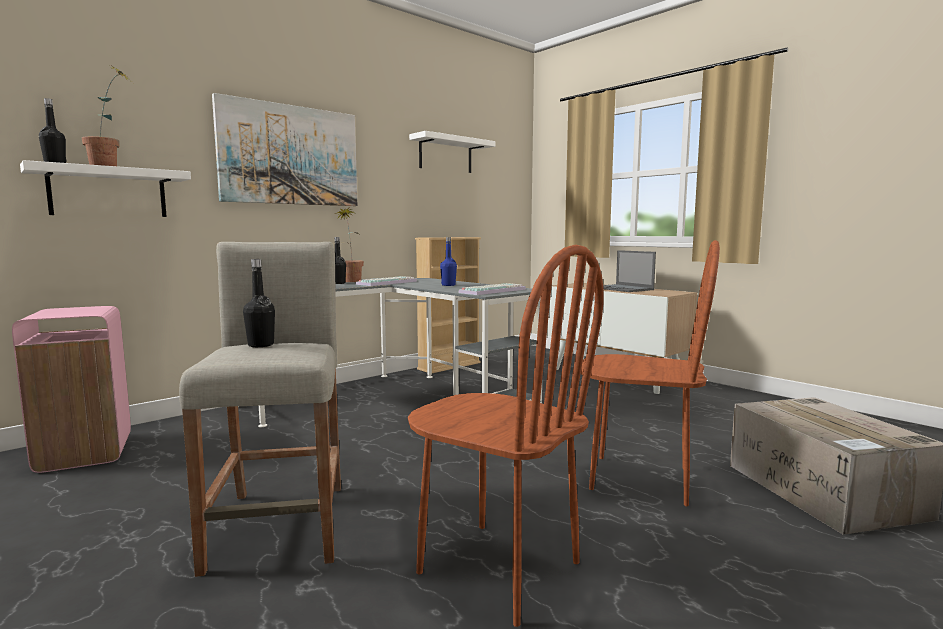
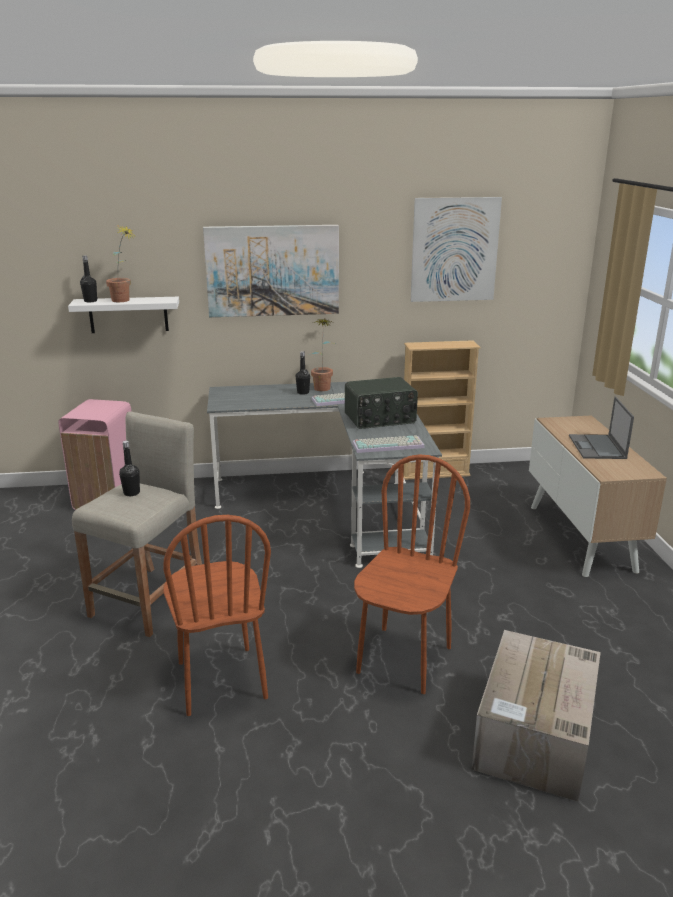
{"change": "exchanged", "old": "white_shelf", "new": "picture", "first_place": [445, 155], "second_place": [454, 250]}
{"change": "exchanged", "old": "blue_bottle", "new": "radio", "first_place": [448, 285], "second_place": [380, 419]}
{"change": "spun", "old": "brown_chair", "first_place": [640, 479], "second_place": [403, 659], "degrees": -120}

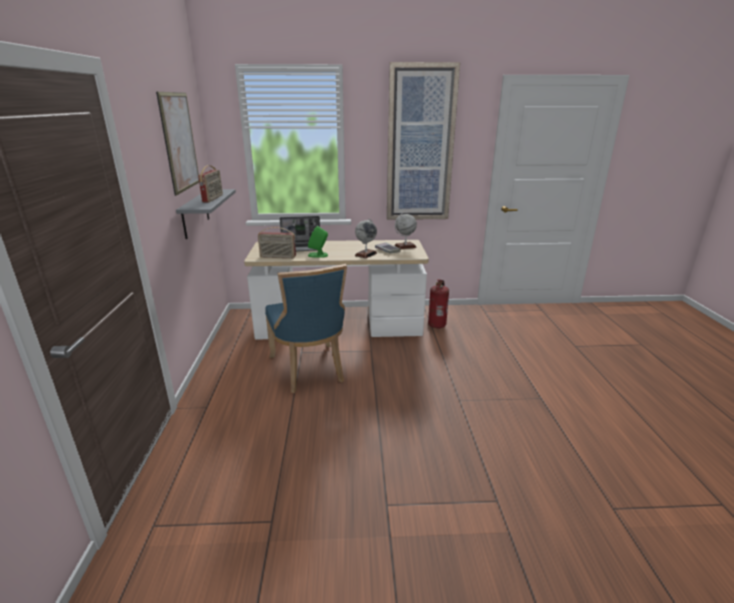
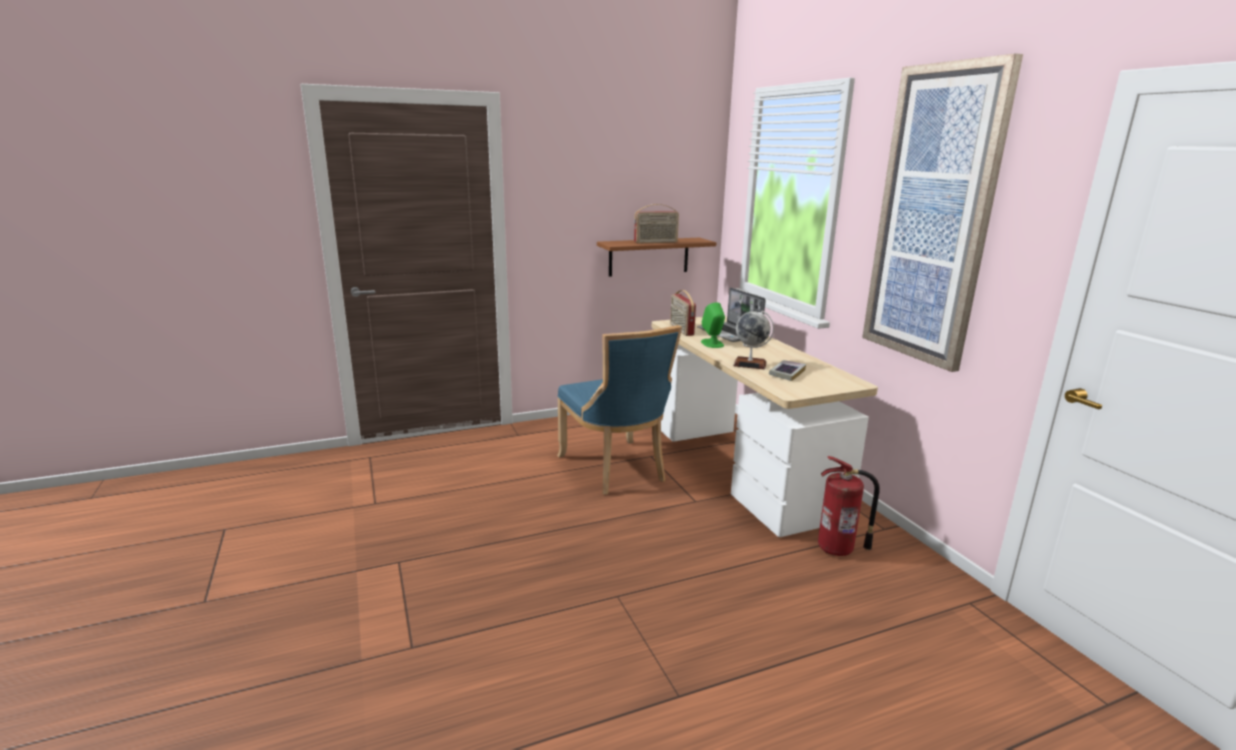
{"change": "missing", "old": "picture", "first_place": [179, 142]}
{"change": "colour", "old": "grey_shelf", "new": "brown_shelf", "first_place": [195, 213], "second_place": [649, 256]}
{"change": "spun", "old": "blue_chair", "first_place": [309, 370], "second_place": [616, 469], "degrees": -75}
{"change": "missing", "old": "globe", "first_place": [405, 246]}

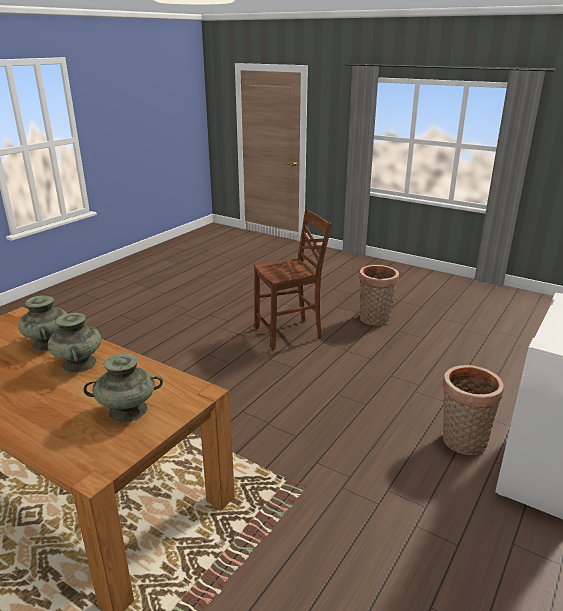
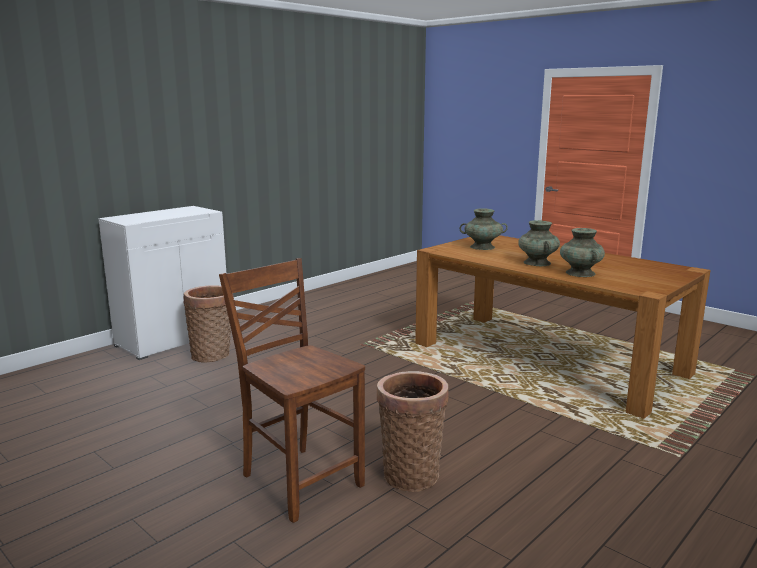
{"change": "spun", "old": "brown_chair", "first_place": [290, 334], "second_place": [300, 480], "degrees": 60}
{"change": "relocated", "old": "basket", "first_place": [375, 320], "second_place": [411, 473]}

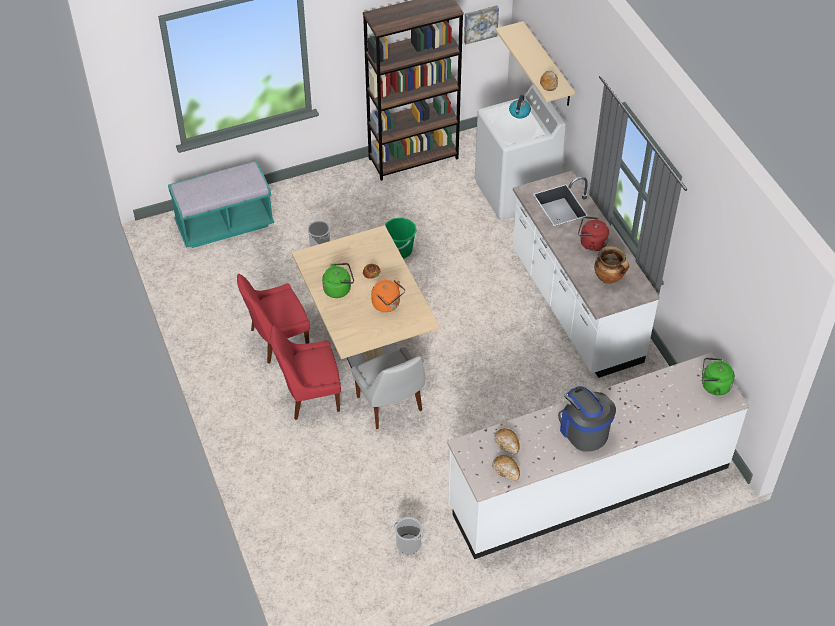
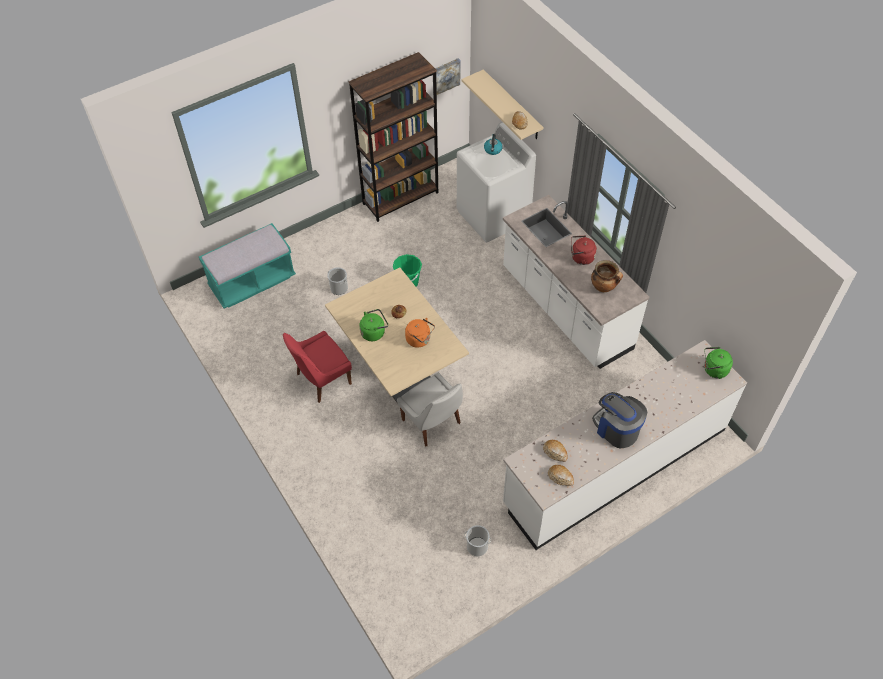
{"change": "missing", "old": "red_chair", "first_place": [309, 396]}

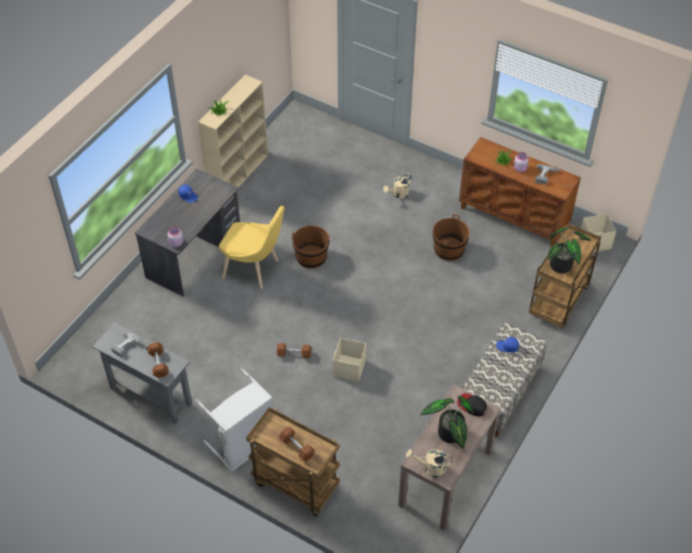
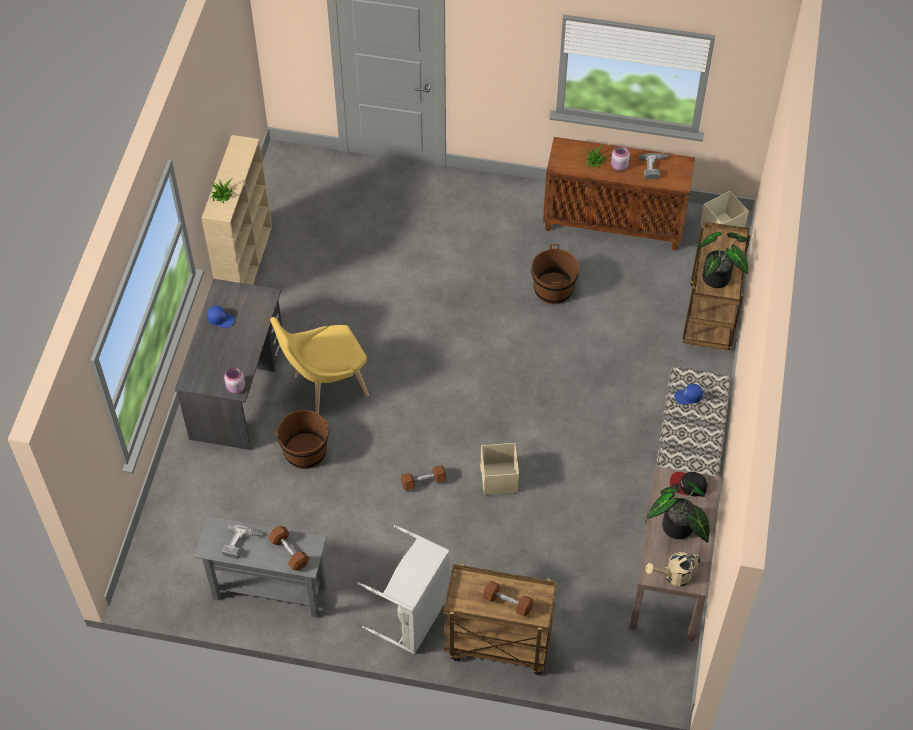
{"change": "spun", "old": "yellow_chair", "first_place": [254, 270], "second_place": [325, 387], "degrees": 150}
{"change": "relocated", "old": "brown_bucket", "first_place": [311, 257], "second_place": [305, 451]}
{"change": "missing", "old": "beige_watering_can", "first_place": [398, 194]}

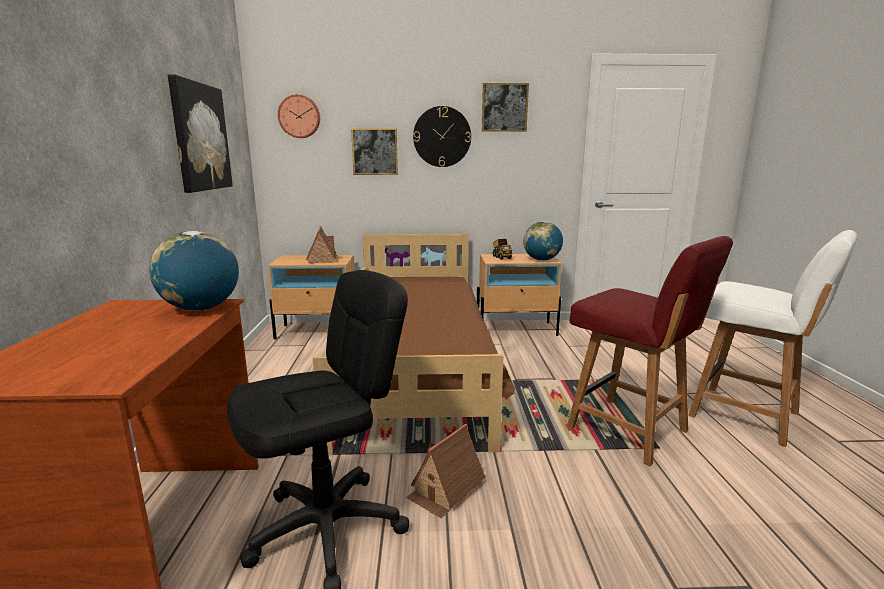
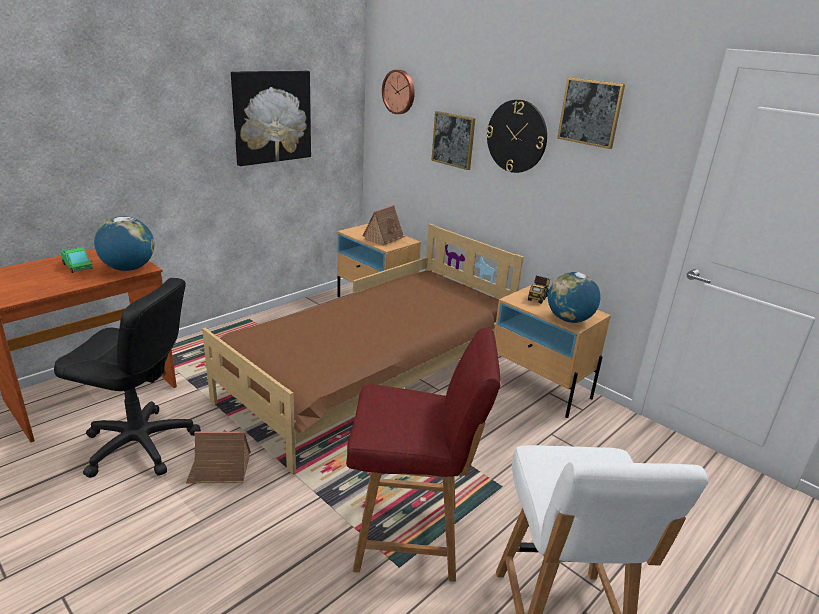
{"change": "spun", "old": "red_chair", "first_place": [630, 431], "second_place": [411, 537], "degrees": -90}
{"change": "appeared", "new": "toy_truck", "second_place": [77, 266]}

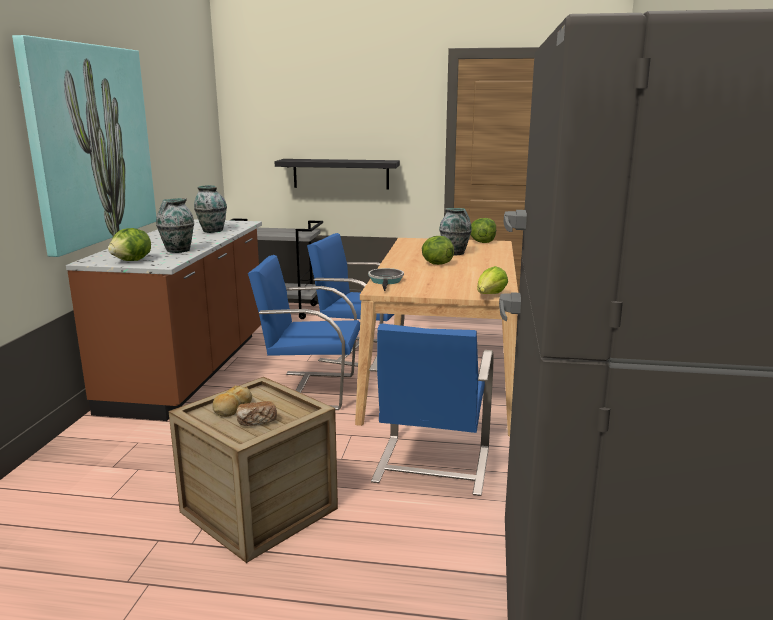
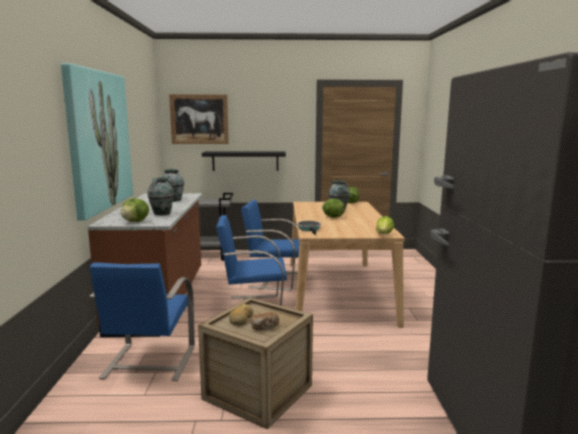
{"change": "relocated", "old": "blue_chair", "first_place": [431, 466], "second_place": [148, 363]}
{"change": "appeared", "new": "picture", "second_place": [199, 119]}

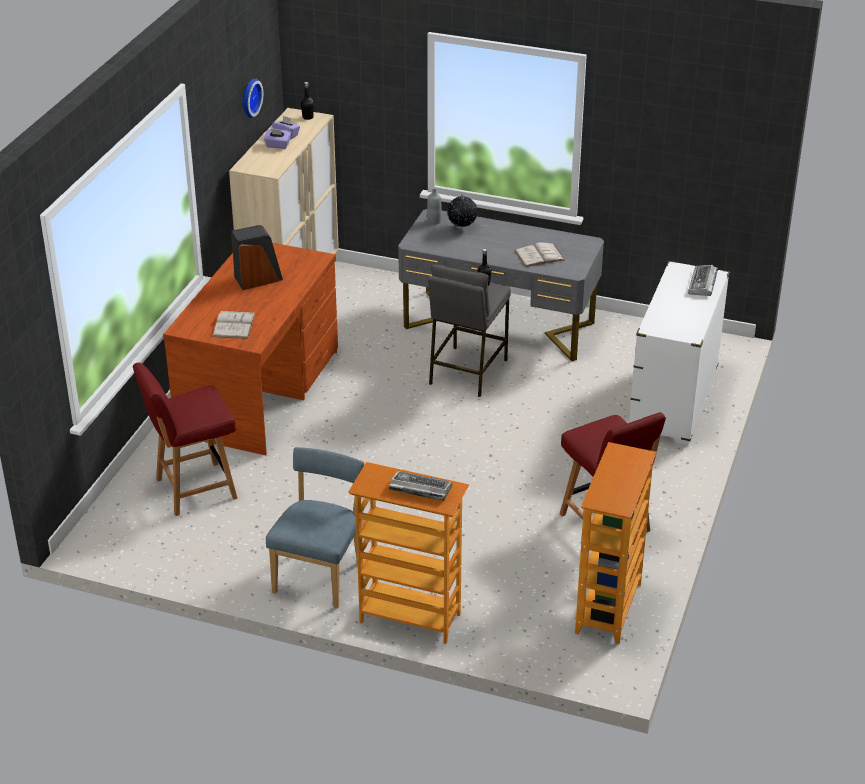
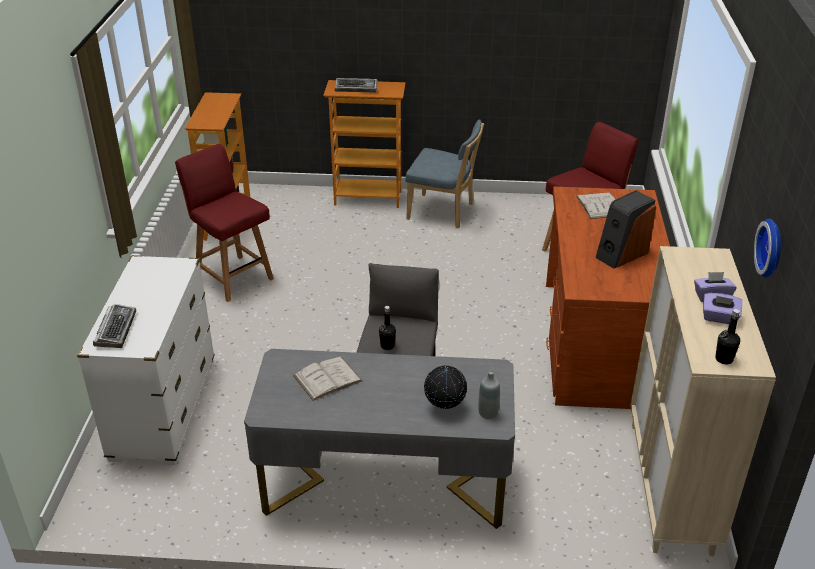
{"change": "spun", "old": "blue_chair", "first_place": [320, 574], "second_place": [443, 212], "degrees": -75}

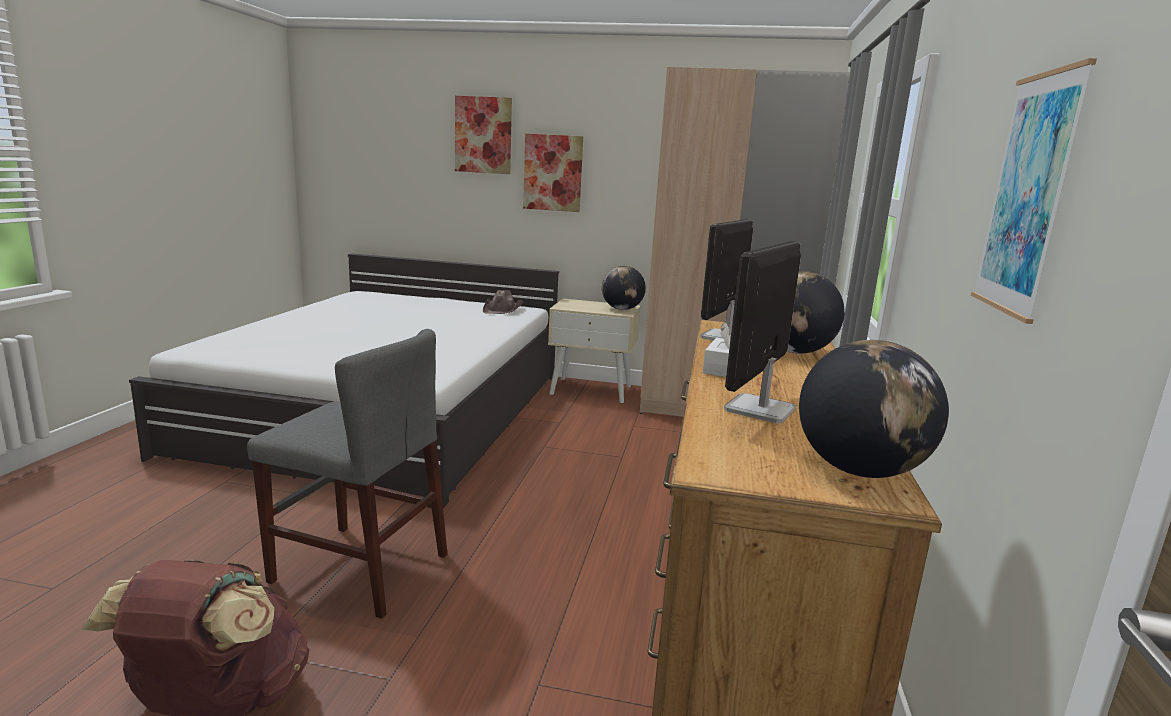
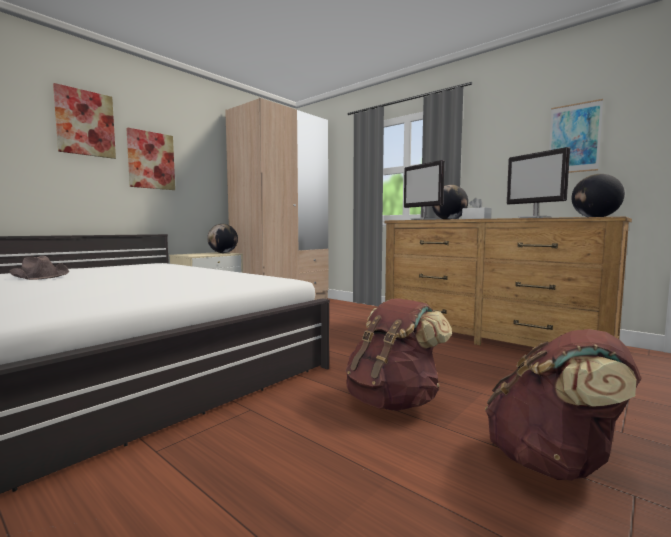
{"change": "exchanged", "old": "grey_chair", "new": "brown_backpack", "first_place": [359, 568], "second_place": [393, 401]}
{"change": "relocated", "old": "brown_hat", "first_place": [503, 309], "second_place": [40, 277]}

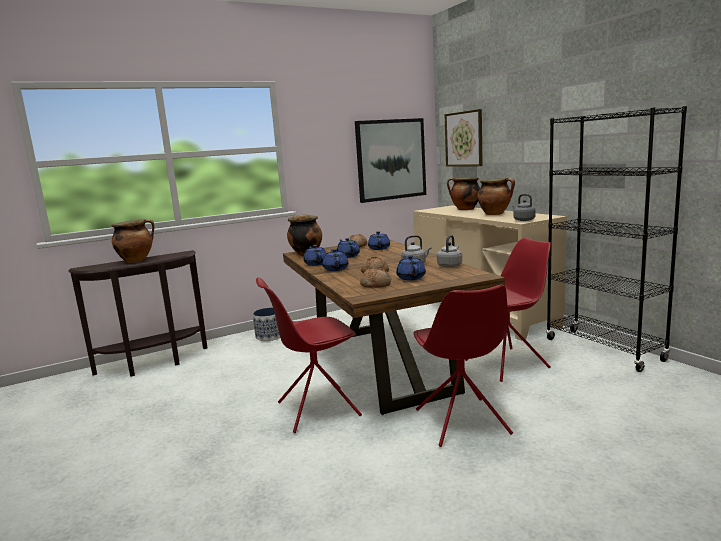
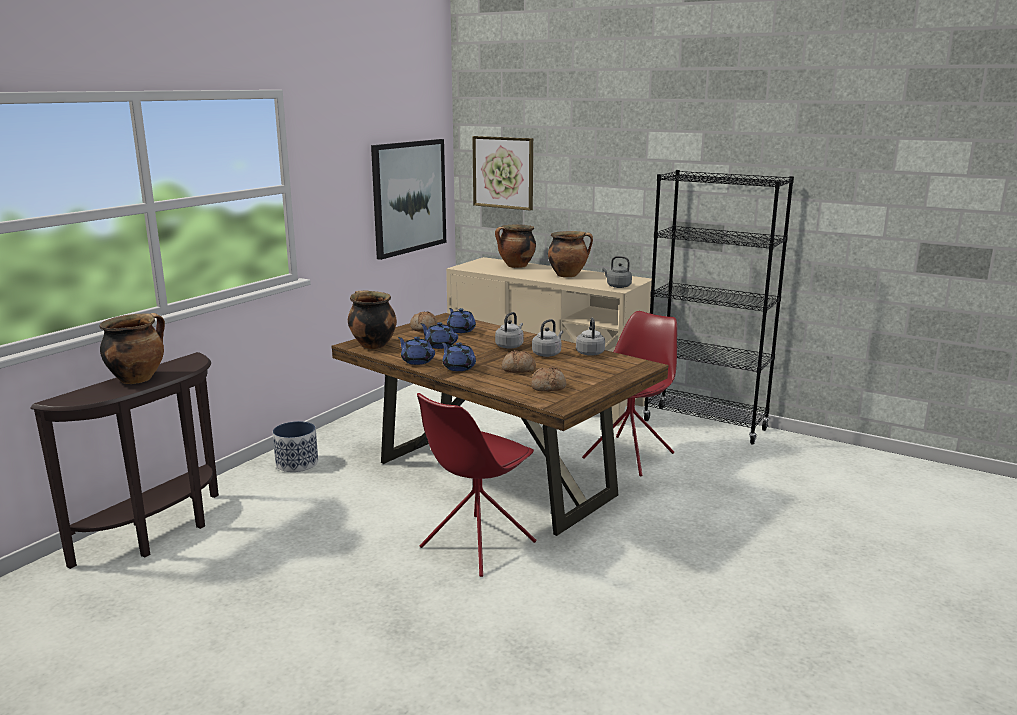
{"change": "missing", "old": "blue_teapot", "first_place": [411, 277]}
{"change": "missing", "old": "red_chair", "first_place": [462, 422]}
{"change": "appeared", "new": "grey_kettle", "second_place": [510, 346]}

